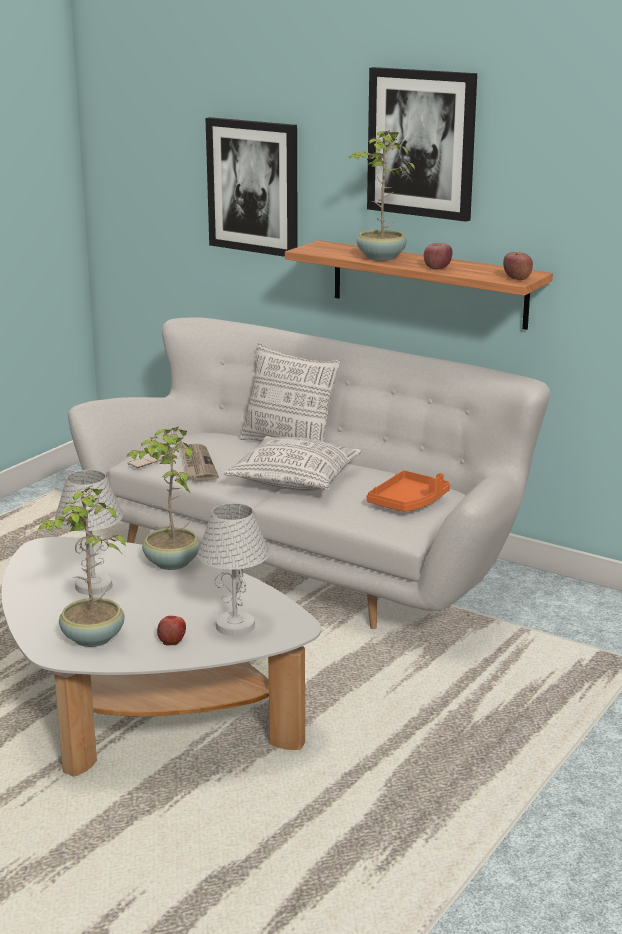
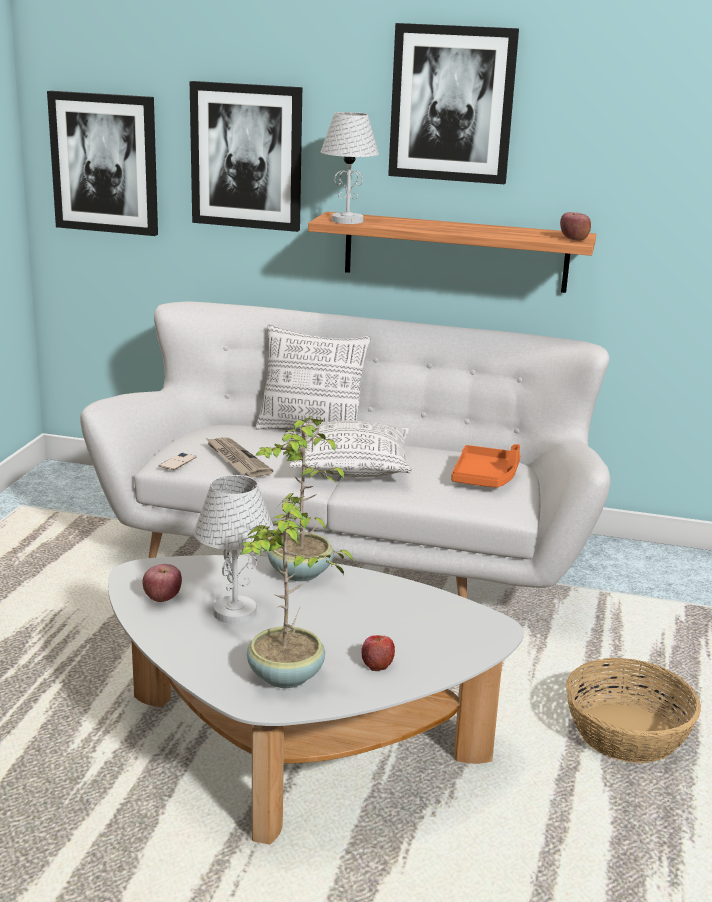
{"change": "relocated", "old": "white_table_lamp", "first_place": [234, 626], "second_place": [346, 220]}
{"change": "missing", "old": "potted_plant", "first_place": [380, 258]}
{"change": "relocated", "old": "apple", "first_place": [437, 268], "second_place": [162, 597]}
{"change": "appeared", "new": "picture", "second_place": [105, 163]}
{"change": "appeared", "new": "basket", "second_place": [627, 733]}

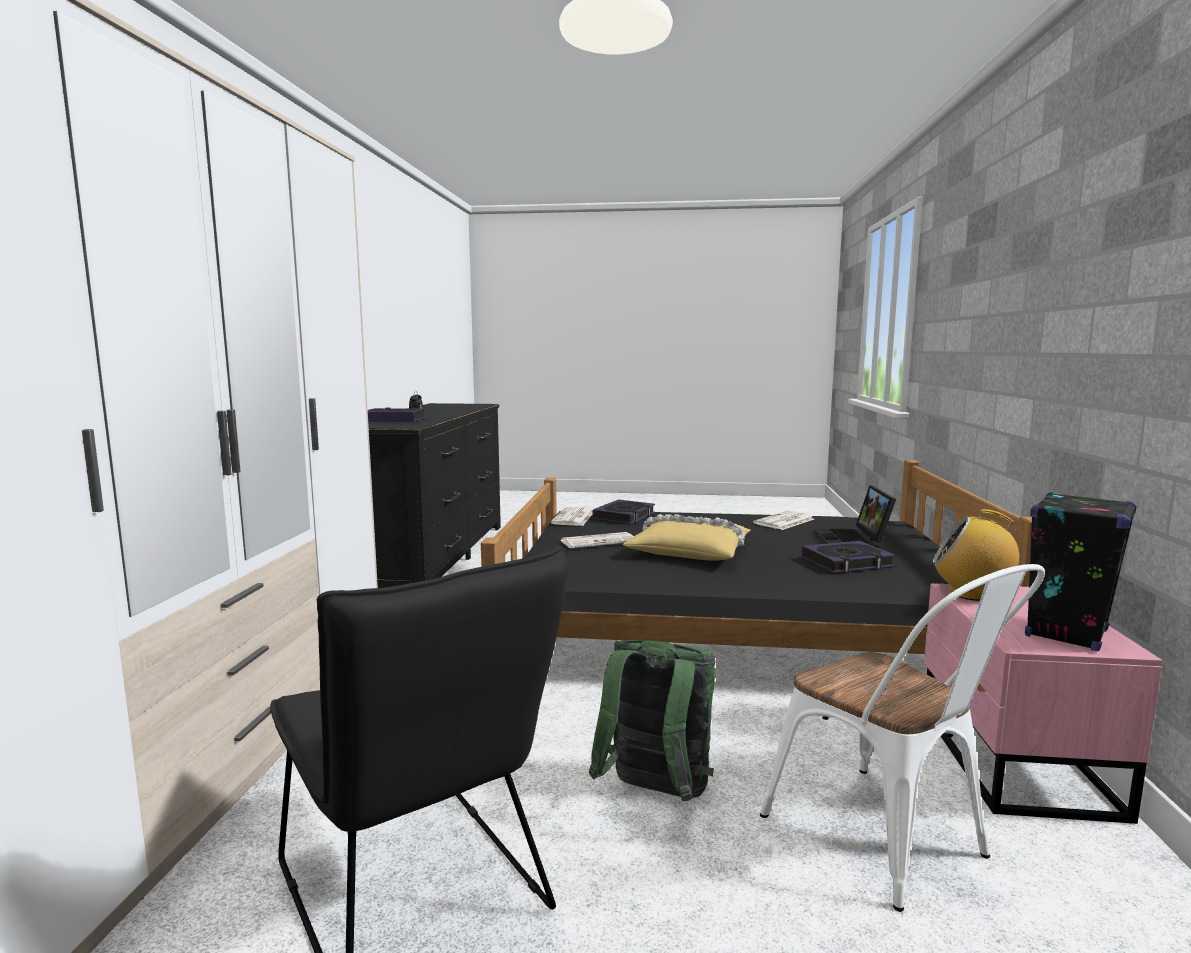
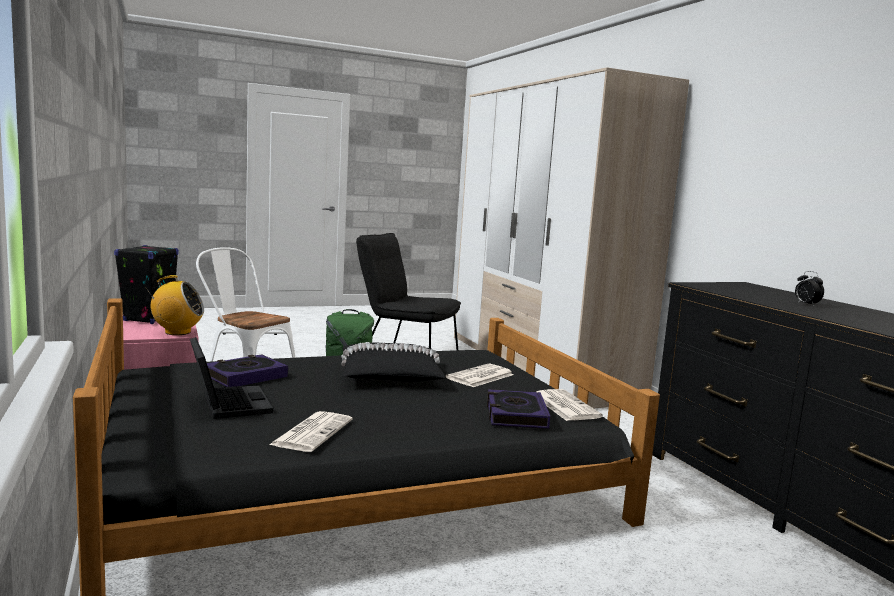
{"change": "missing", "old": "book", "first_place": [394, 420]}
{"change": "colour", "old": "yellow_pillow", "new": "black_pillow", "first_place": [690, 551], "second_place": [391, 375]}

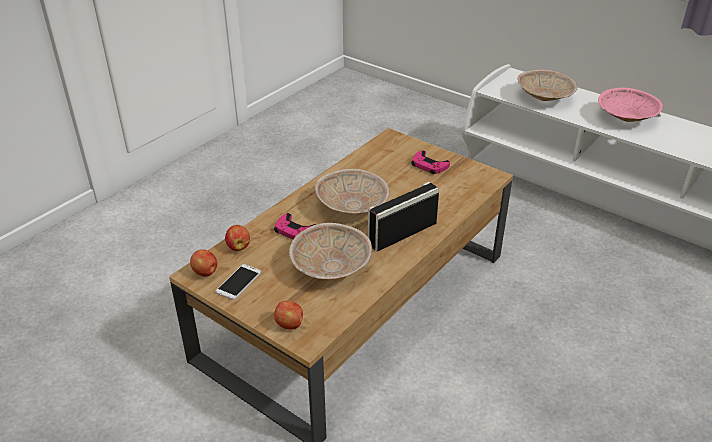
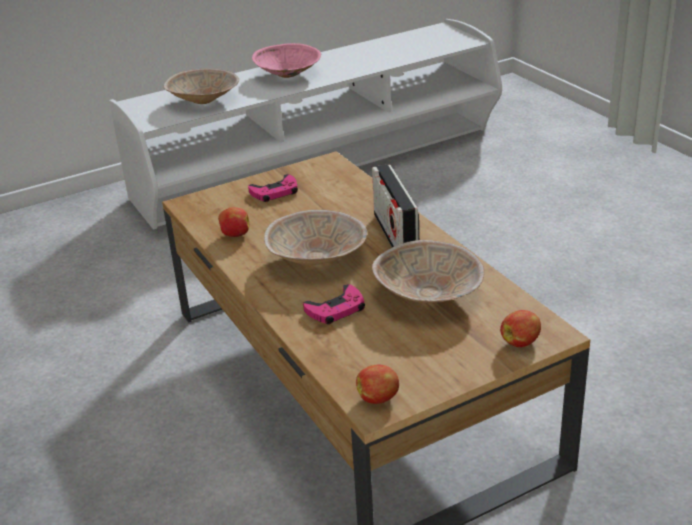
{"change": "missing", "old": "phone", "first_place": [238, 282]}
{"change": "relocated", "old": "apple", "first_place": [238, 246], "second_place": [235, 235]}

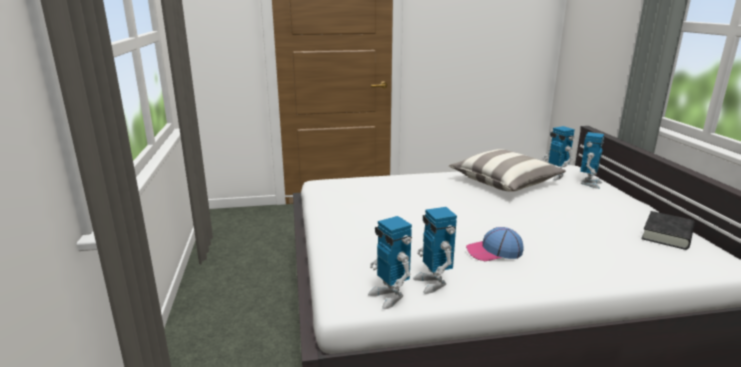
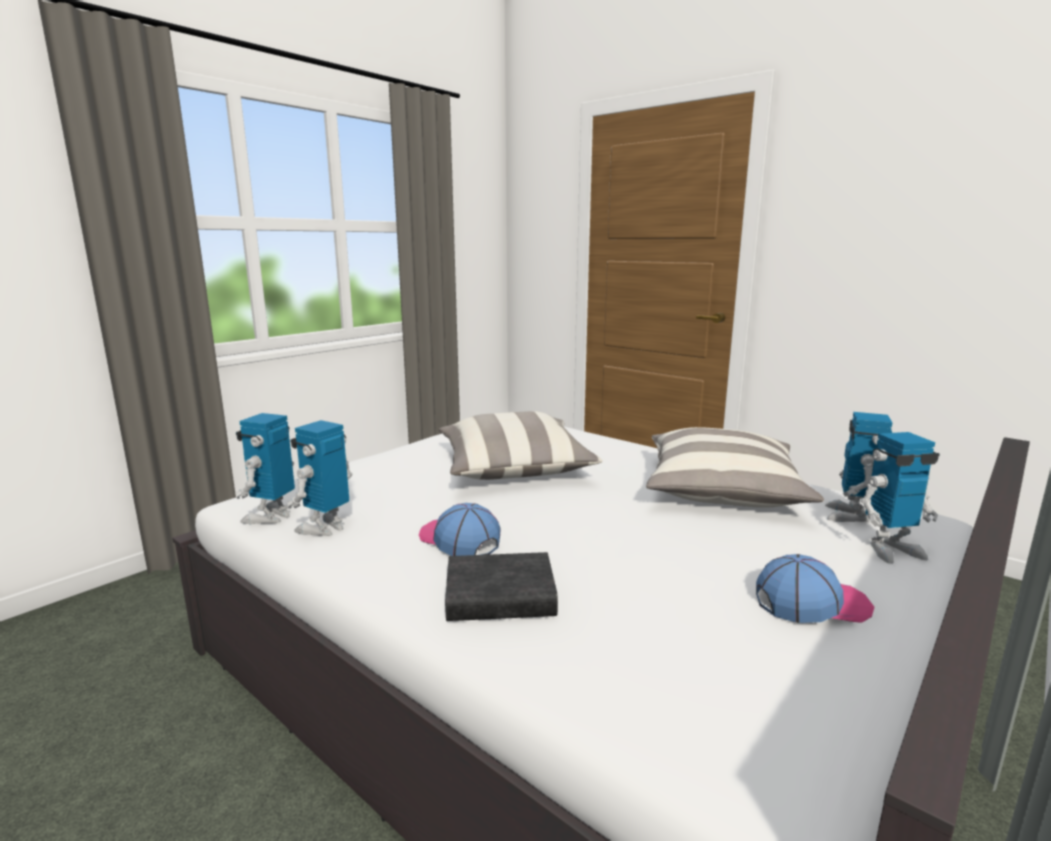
{"change": "relocated", "old": "black_book", "first_place": [667, 235], "second_place": [500, 597]}
{"change": "appeared", "new": "pillow", "second_place": [514, 468]}
{"change": "appeared", "new": "cap", "second_place": [811, 602]}

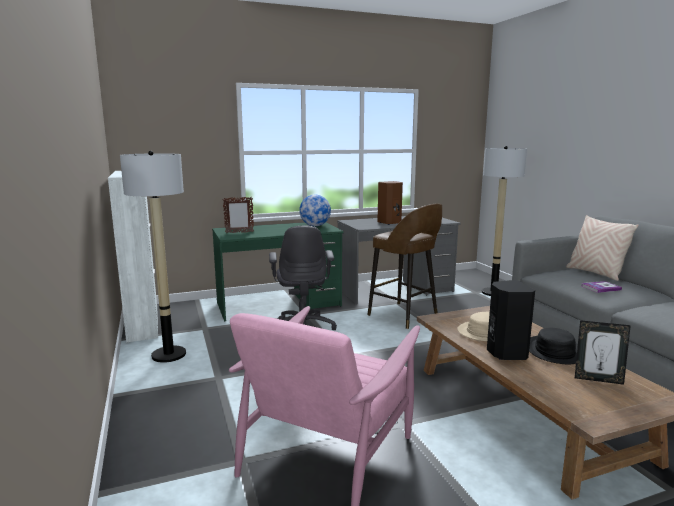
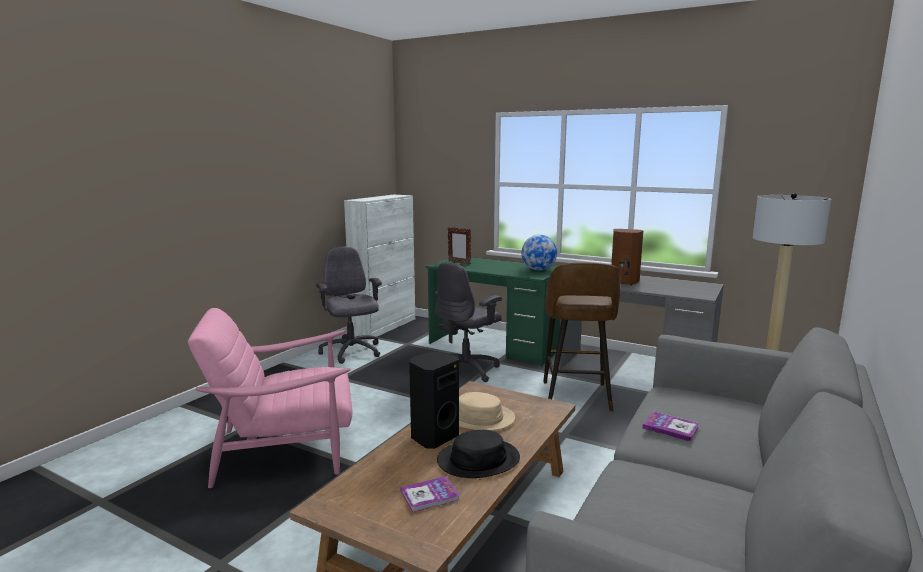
{"change": "exchanged", "old": "floor_lamp", "new": "grey_office_chair", "first_place": [169, 354], "second_place": [351, 352]}
{"change": "missing", "old": "beige_pillow", "first_place": [595, 273]}
{"change": "exchanged", "old": "picture_frame", "new": "book", "first_place": [598, 379], "second_place": [429, 495]}

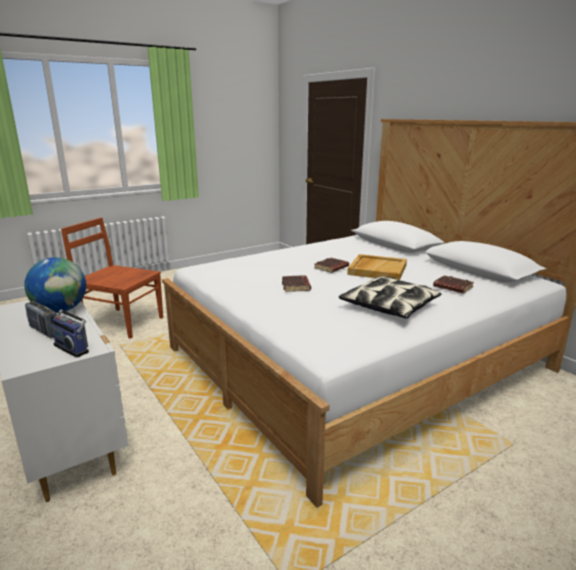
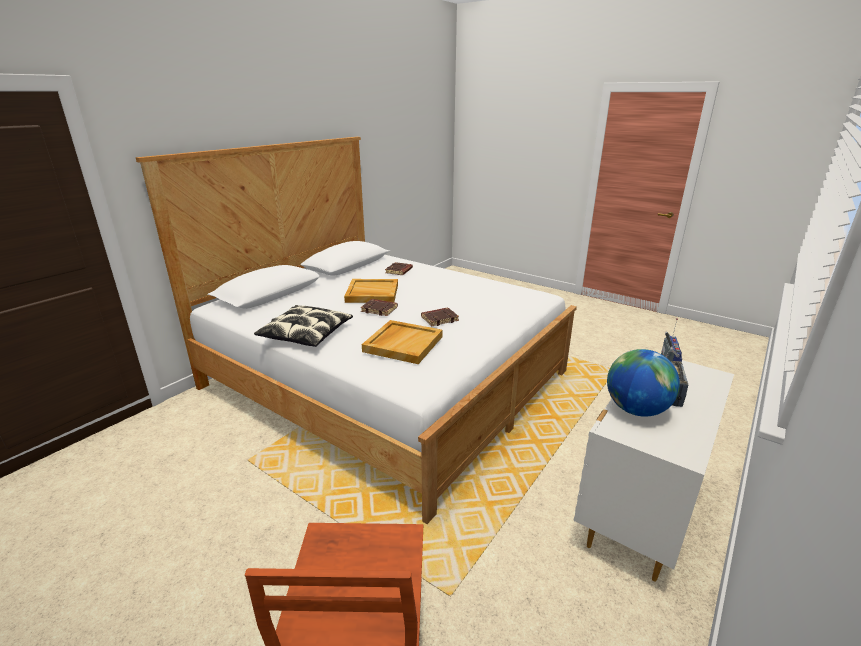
{"change": "relocated", "old": "pillow", "first_place": [389, 306], "second_place": [306, 334]}
{"change": "appeared", "new": "beige_tray", "second_place": [403, 344]}

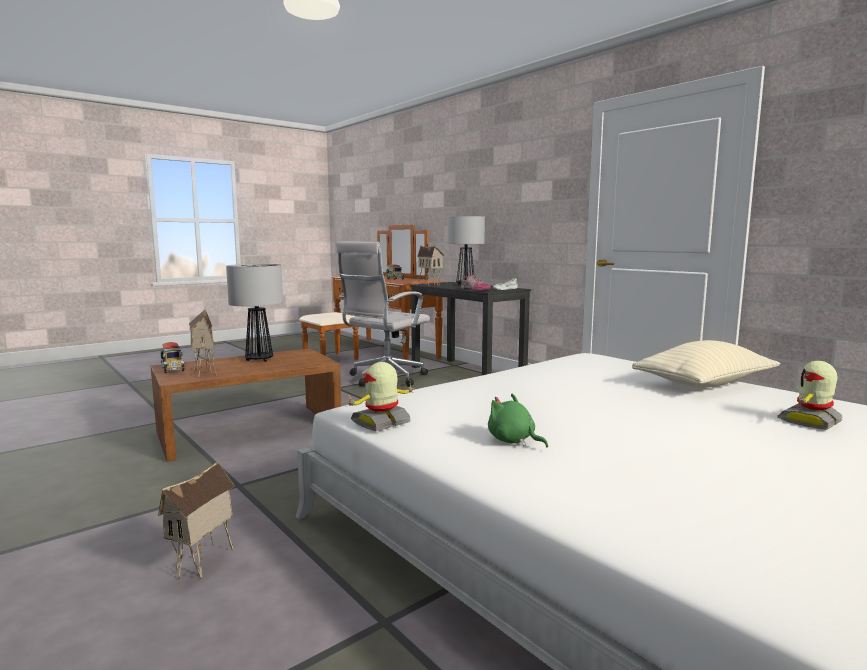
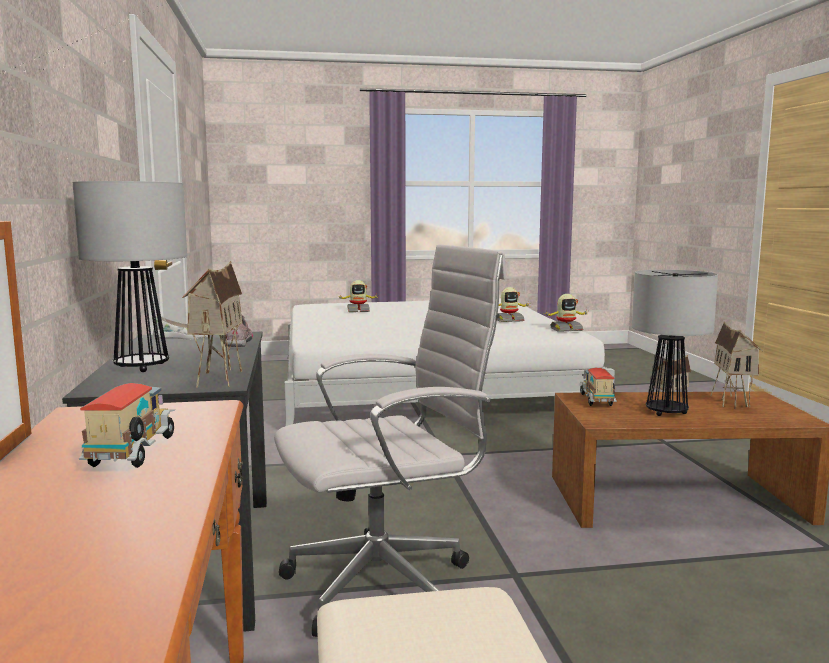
{"change": "relocated", "old": "toy_truck", "first_place": [172, 370], "second_place": [597, 401]}
{"change": "exchanged", "old": "green_plush_toy", "new": "toy_robot", "first_place": [513, 441], "second_place": [509, 320]}
{"change": "missing", "old": "beige_pillow", "first_place": [704, 384]}

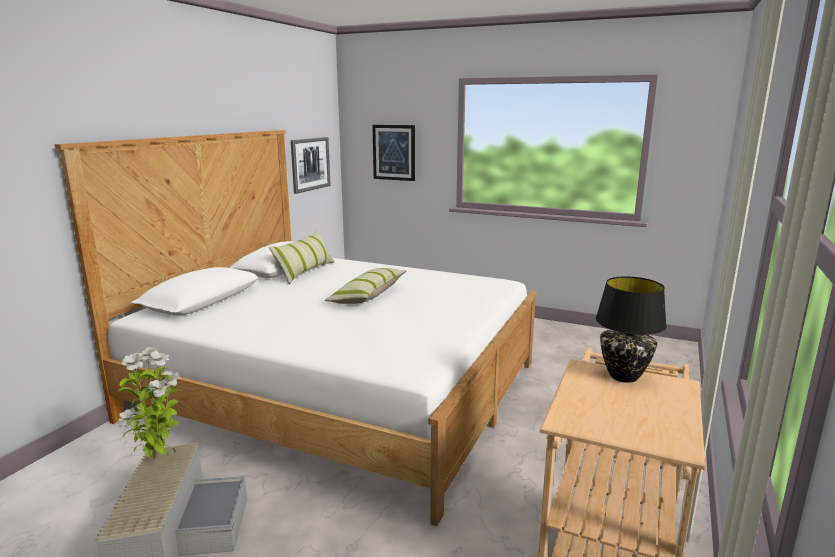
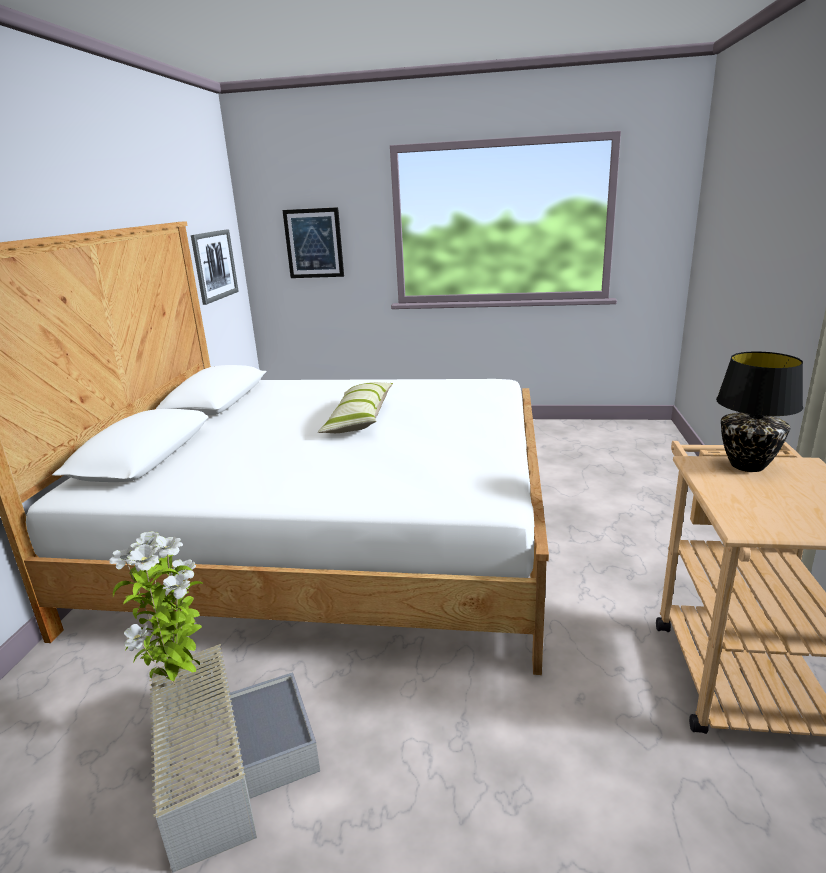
{"change": "missing", "old": "pillow", "first_place": [305, 272]}

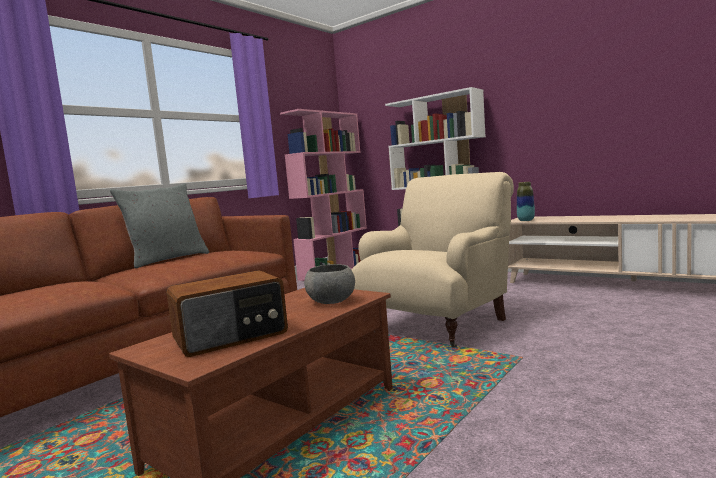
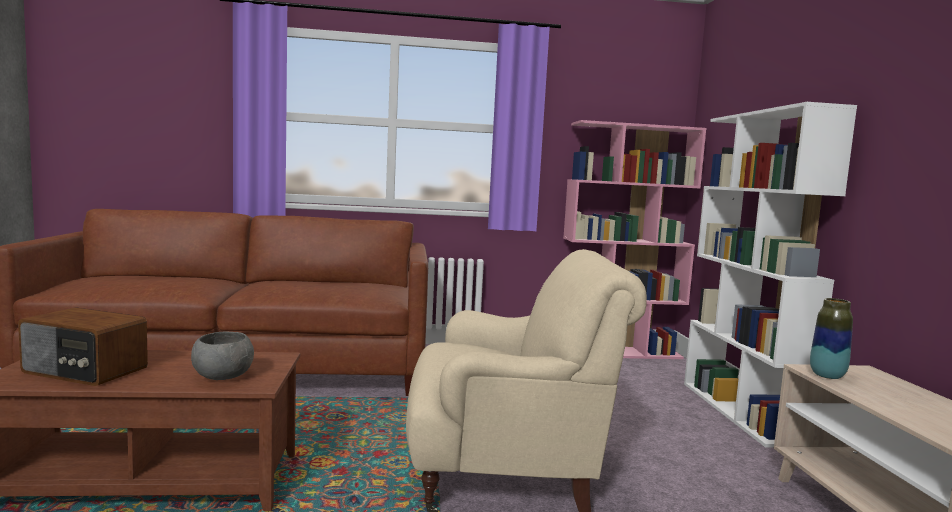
{"change": "missing", "old": "grey_pillow", "first_place": [167, 260]}

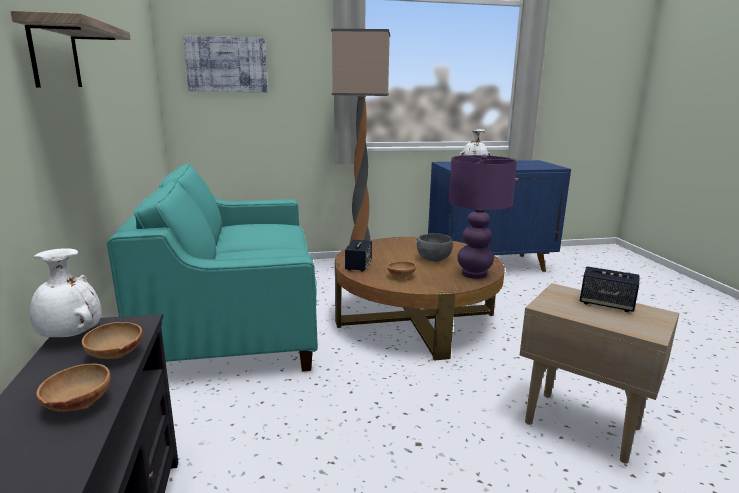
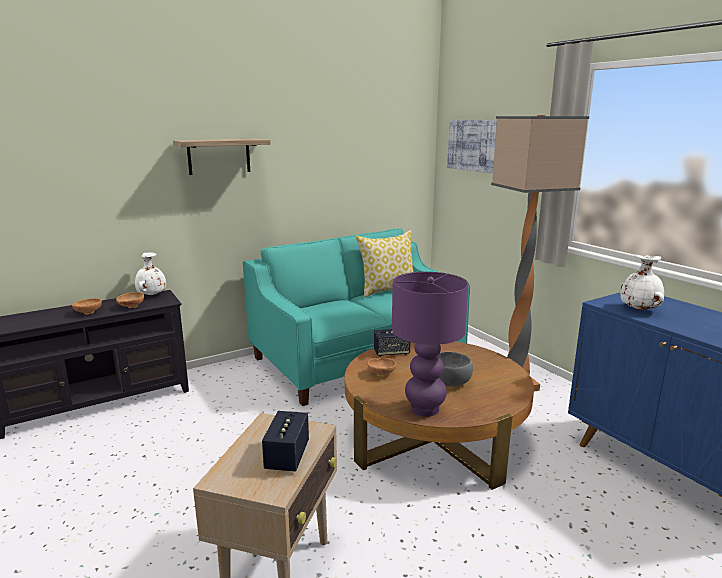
{"change": "appeared", "new": "pillow", "second_place": [388, 290]}

